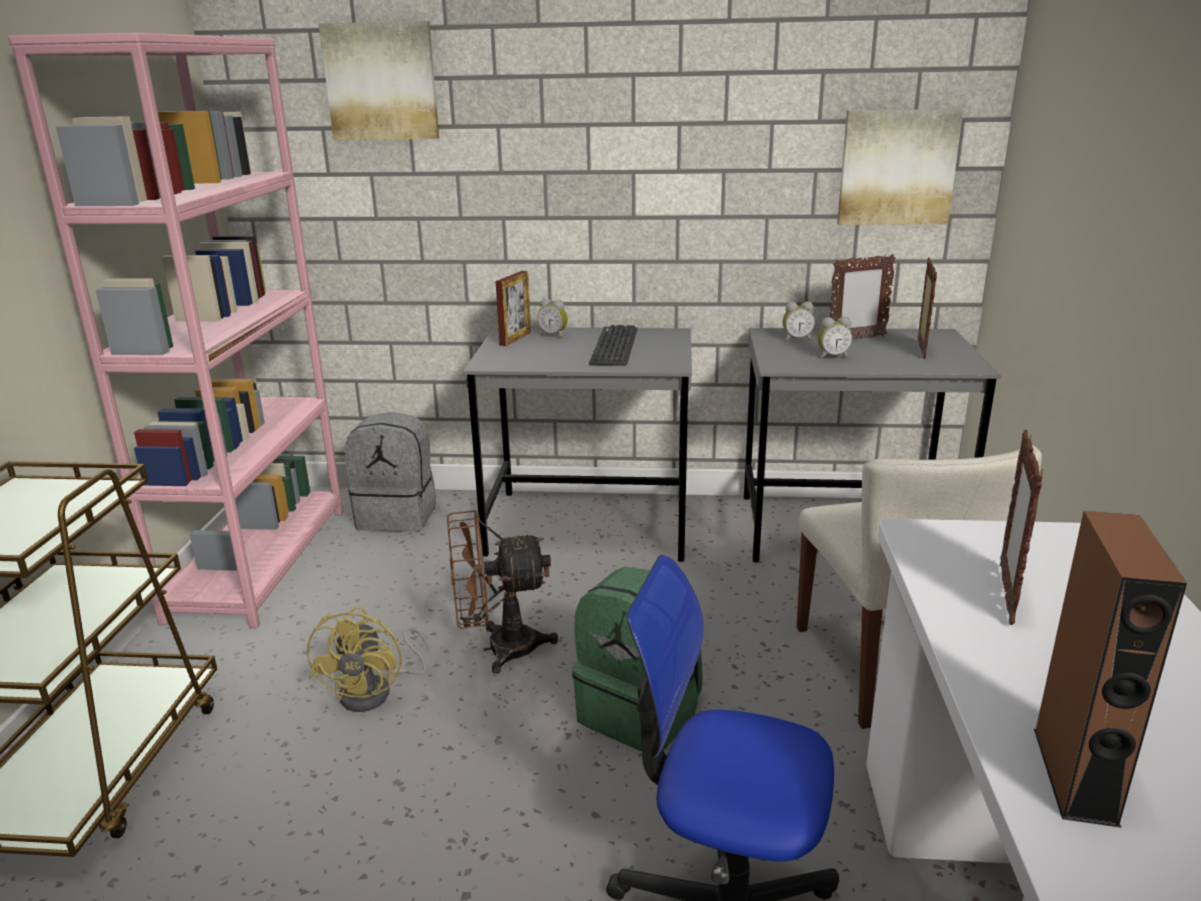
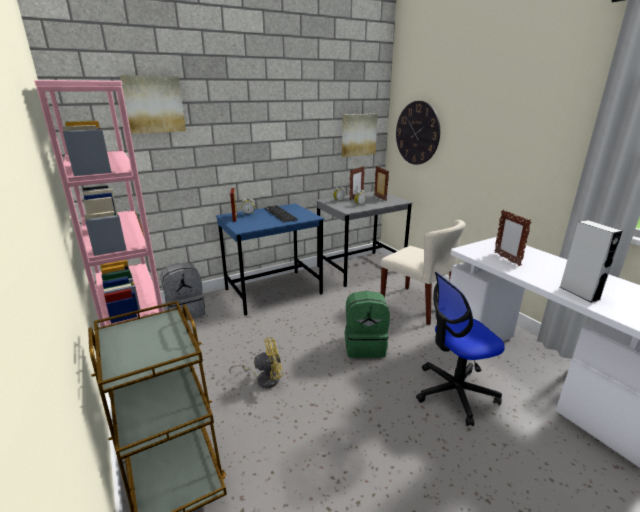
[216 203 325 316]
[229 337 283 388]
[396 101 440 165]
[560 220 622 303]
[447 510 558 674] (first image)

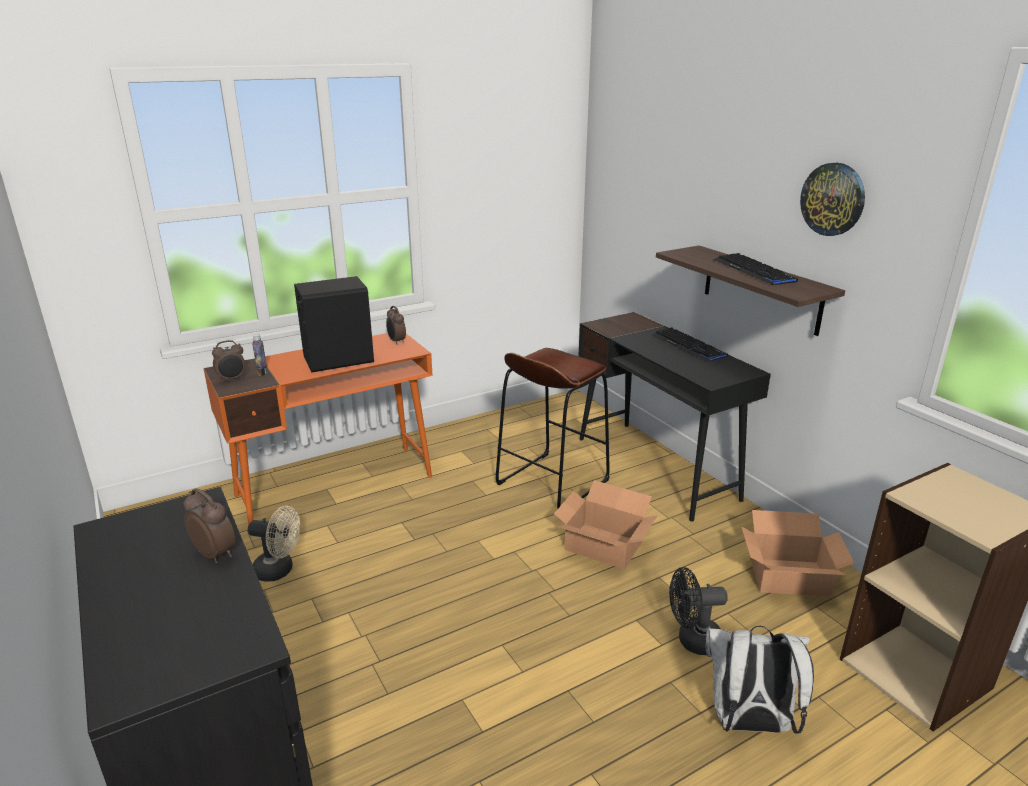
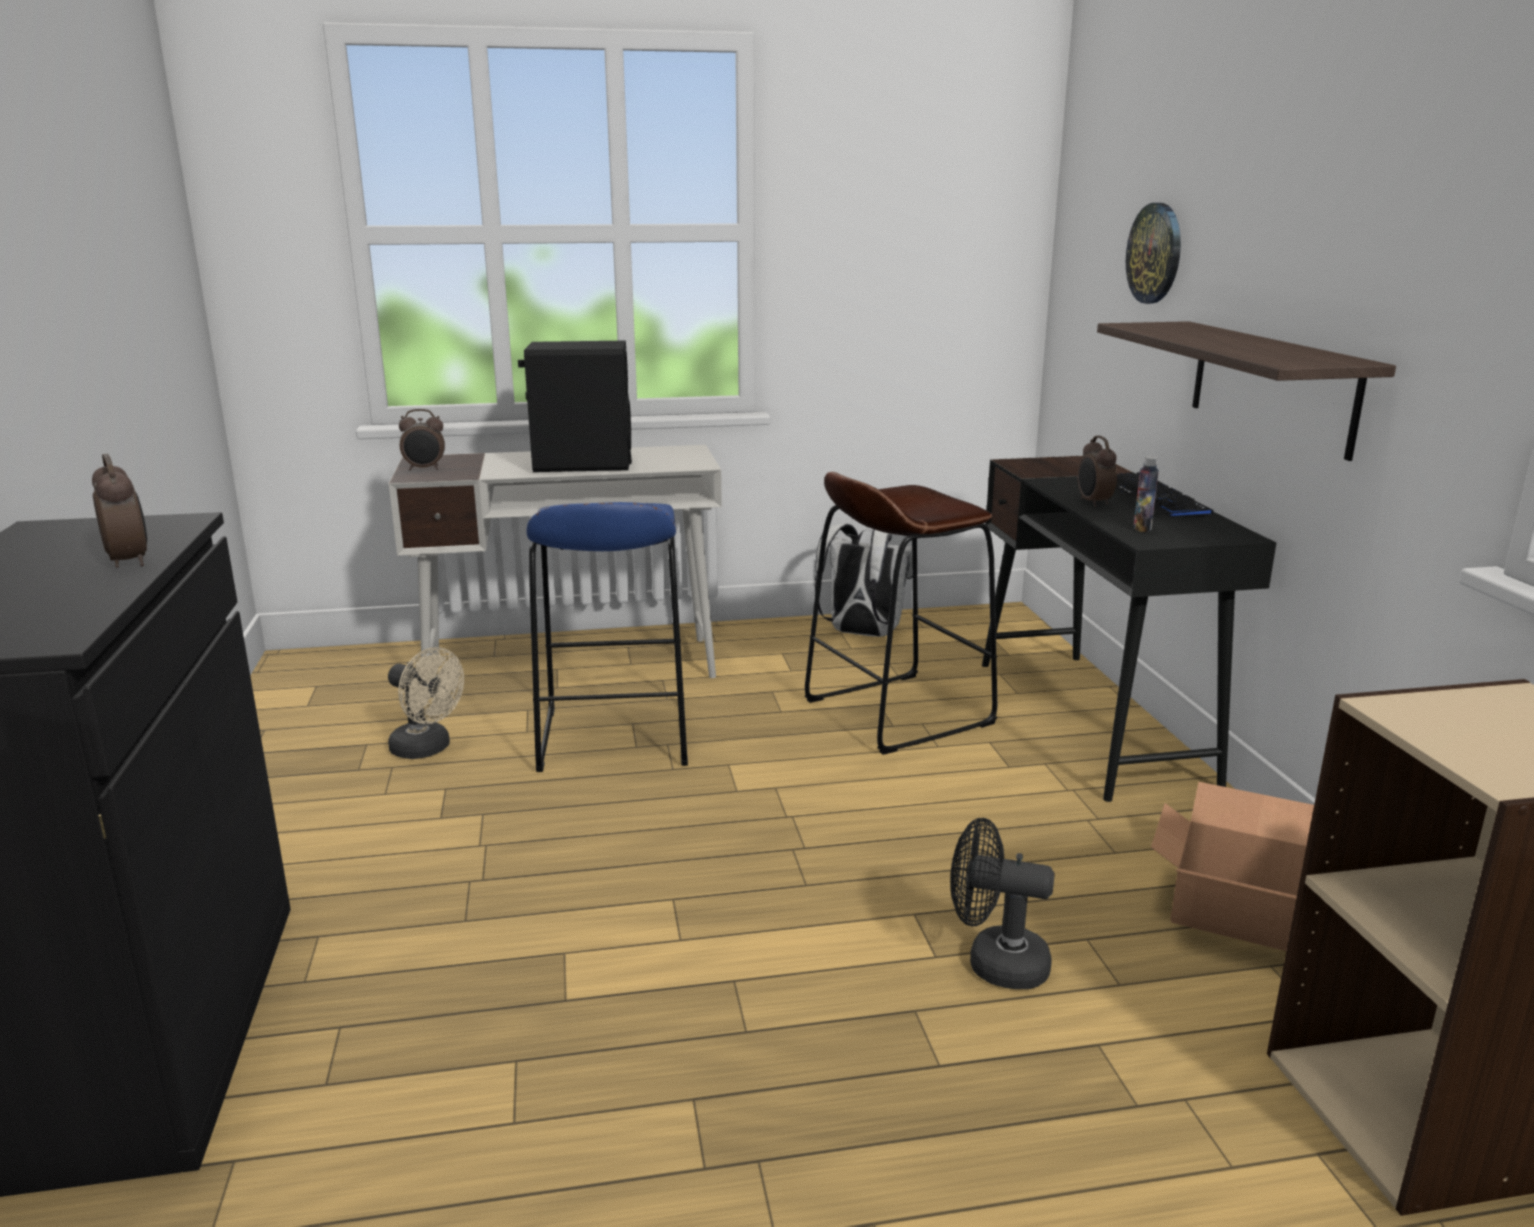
[389 445 722 678]
[527 502 688 772]
[815 524 912 637]
[1078 436 1117 507]
[1126 203 1181 304]
[1133 456 1159 532]
[554 480 658 569] (first image)
[713 253 798 285] (first image)

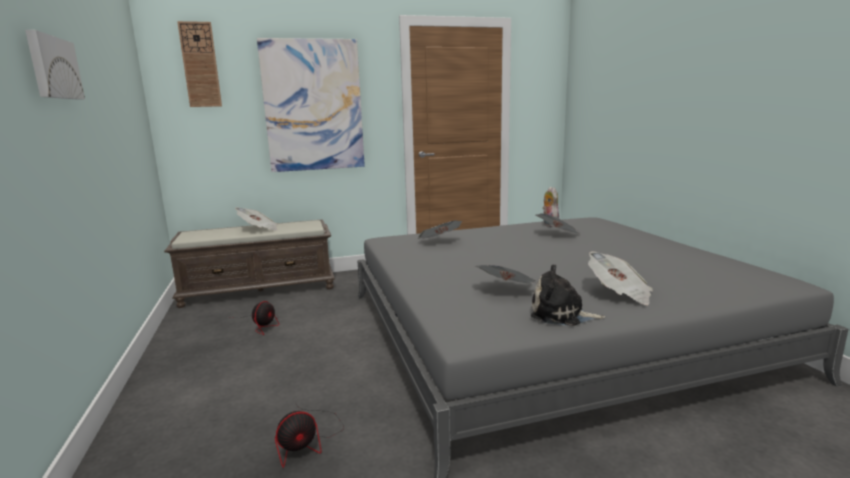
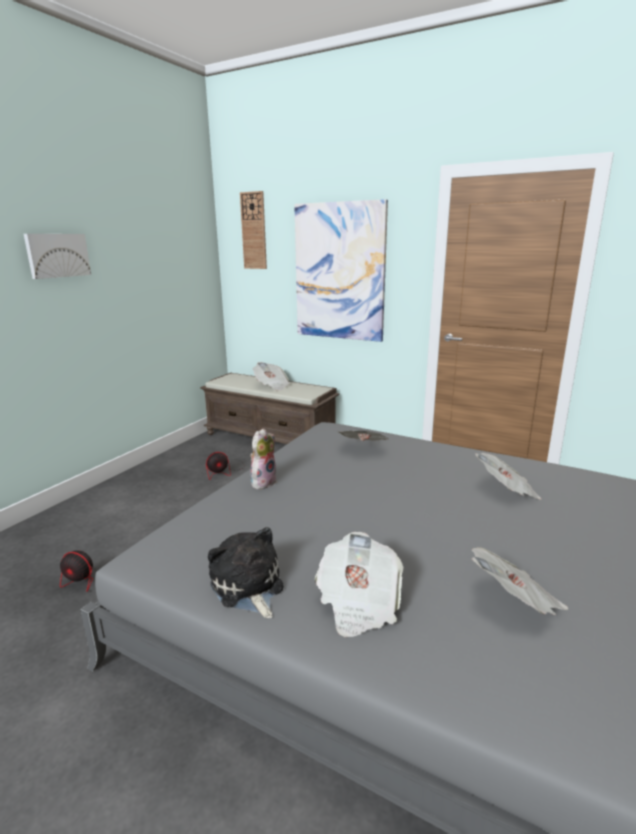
[250 428 277 490]
[471 547 568 615]

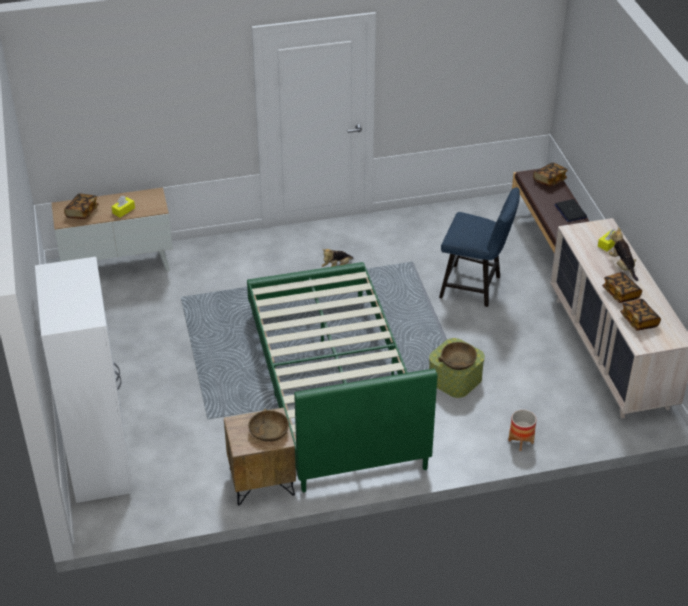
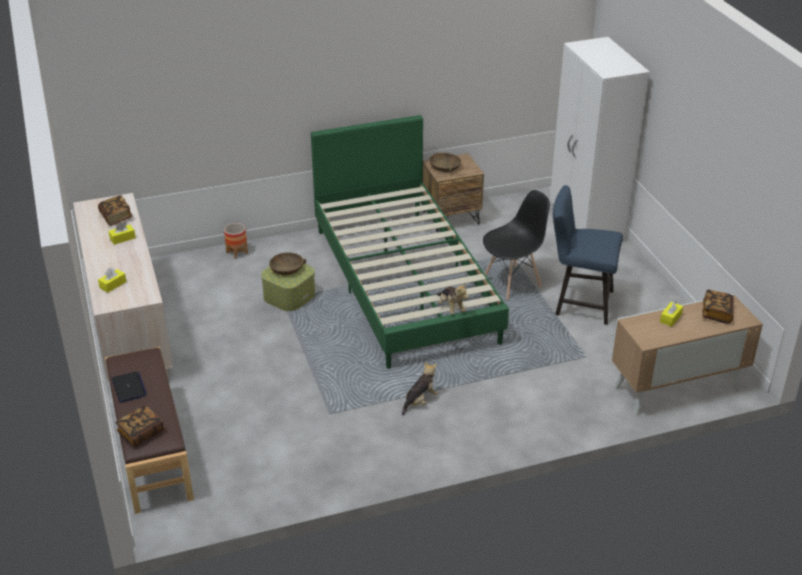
[109 223 136 245]
[436 282 469 314]
[483 190 550 300]
[553 185 623 325]

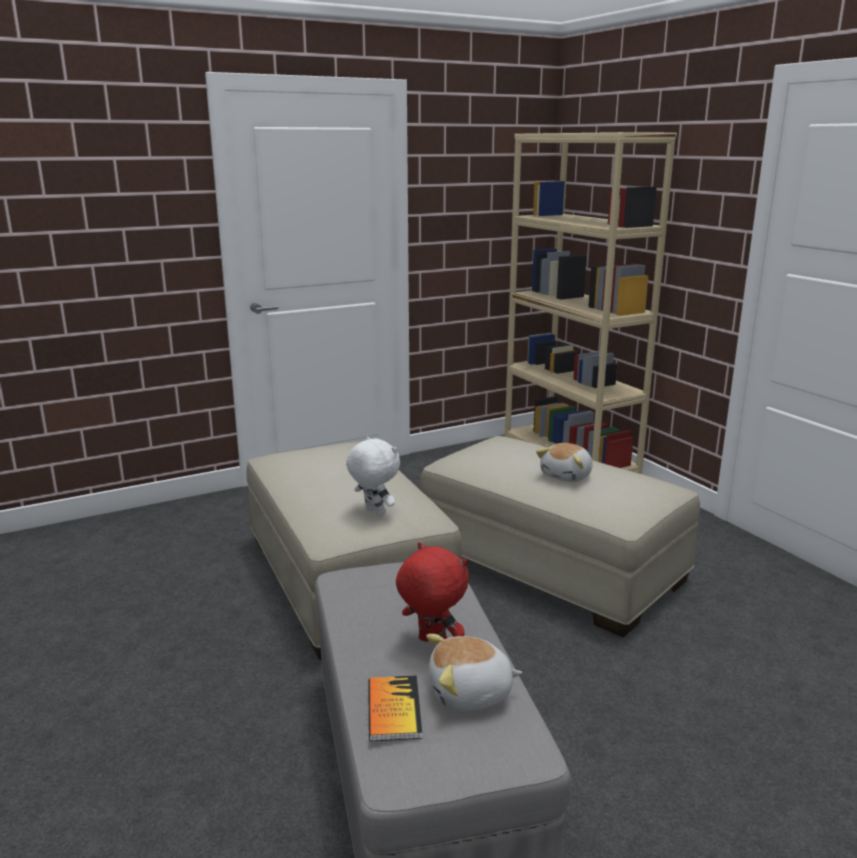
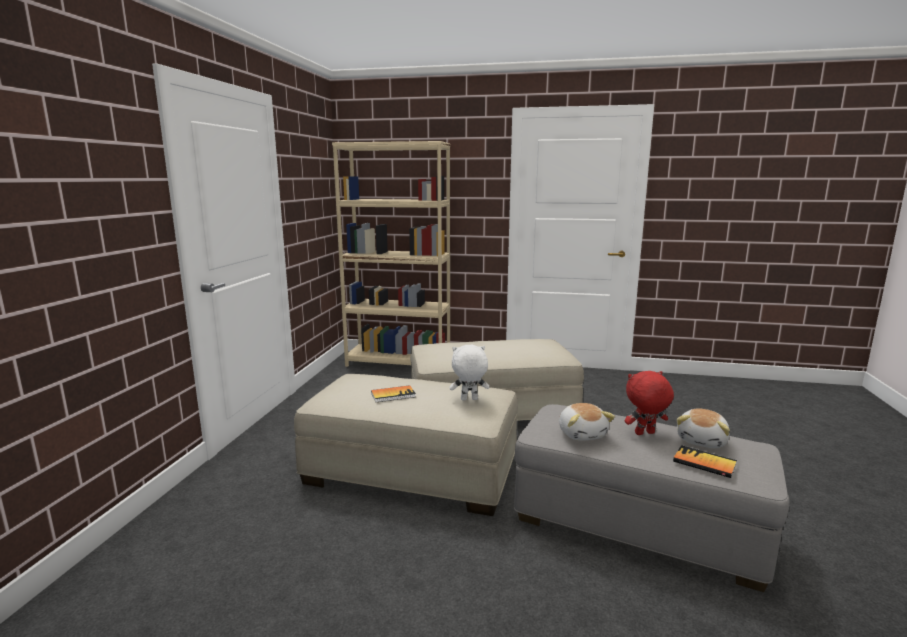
[371 385 416 402]
[559 403 615 441]

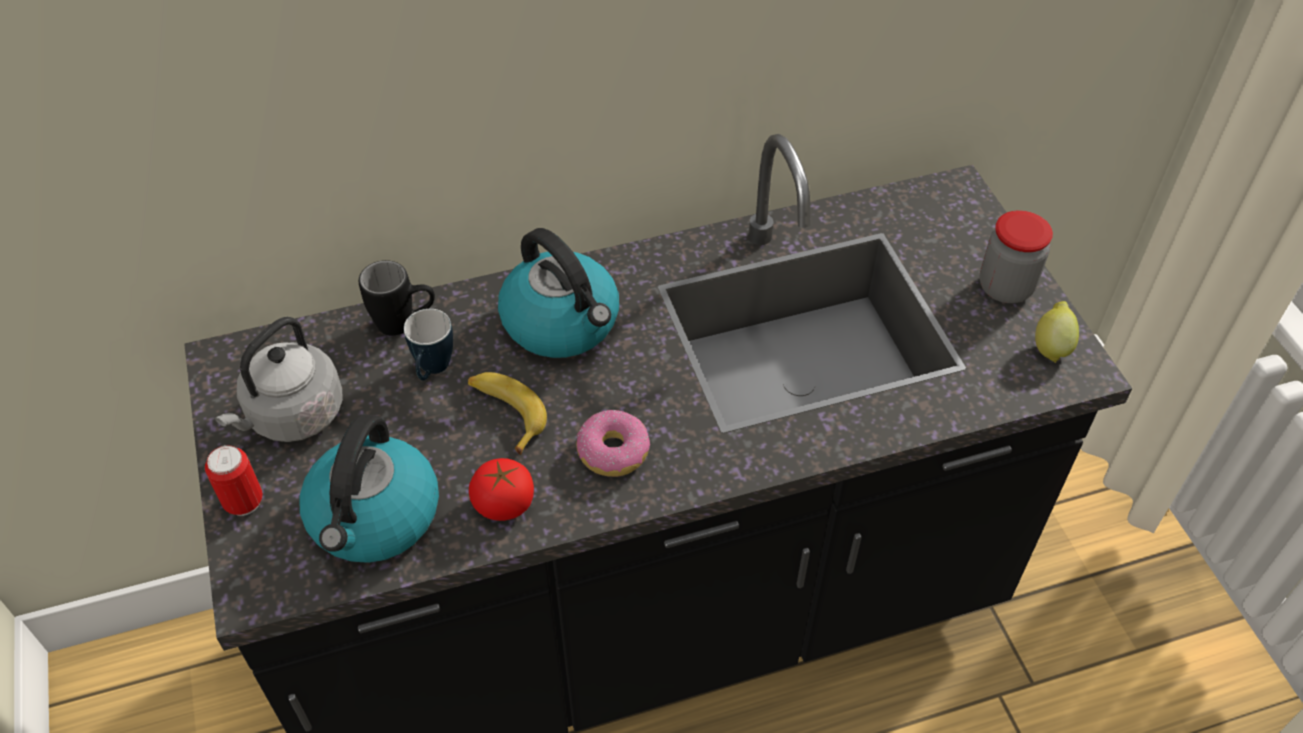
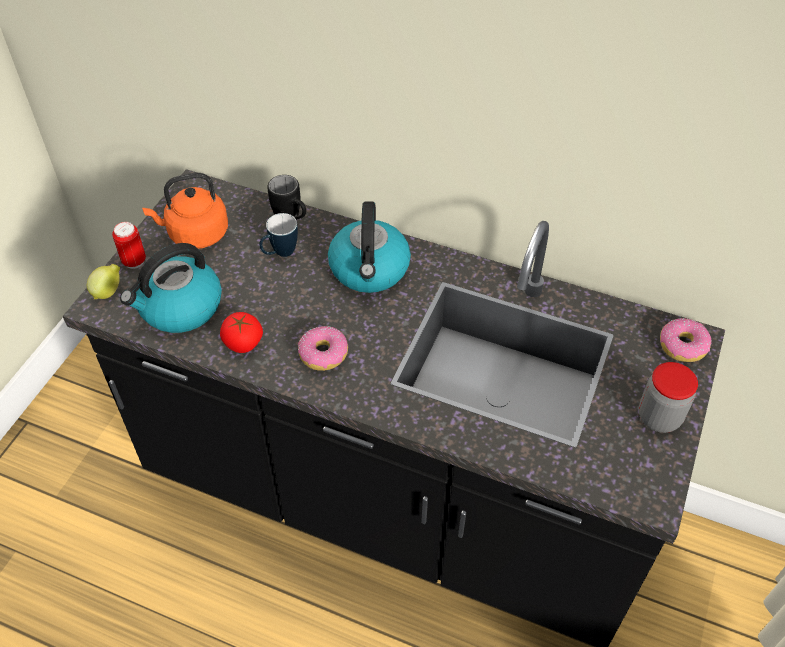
[87 264 120 299]
[142 173 228 249]
[660 318 711 362]
[468 372 547 455] (first image)

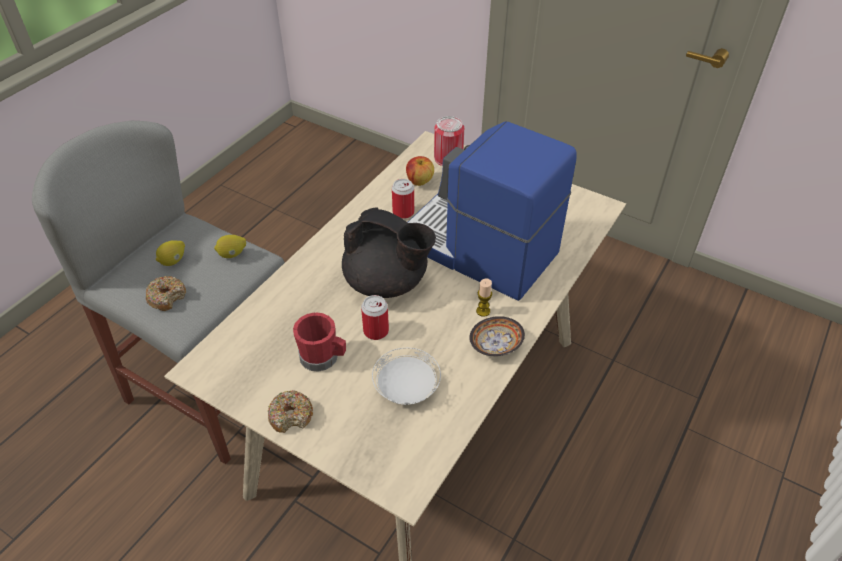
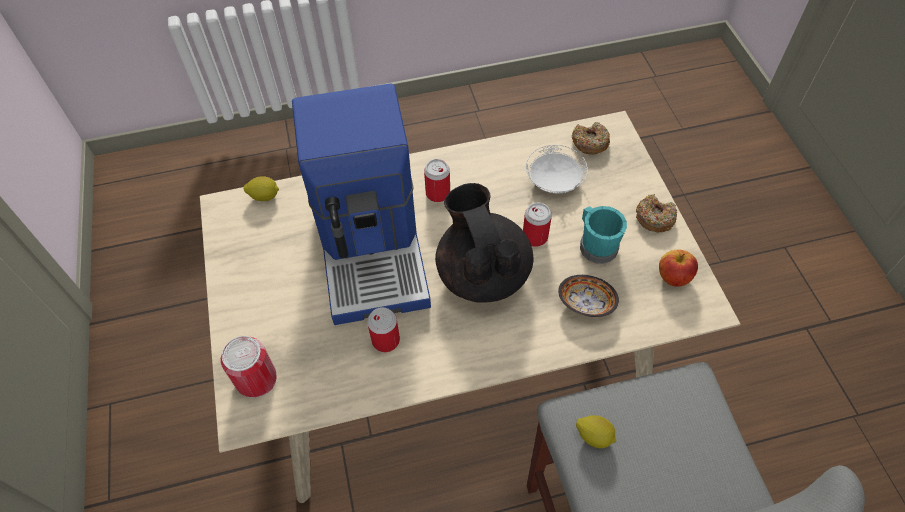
[243 176 279 201]
[424 159 450 202]
[558 275 619 317]
[572 122 610 154]
[580 206 627 264]
[659 249 698 287]

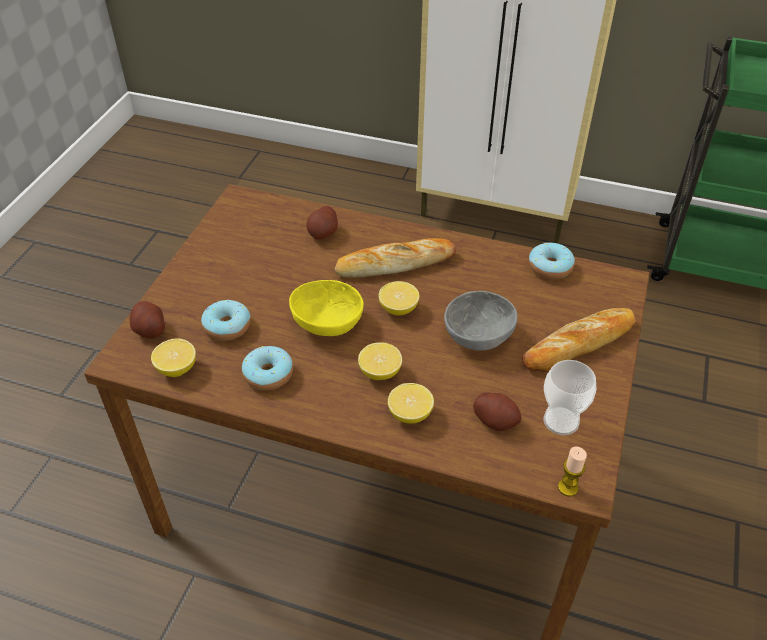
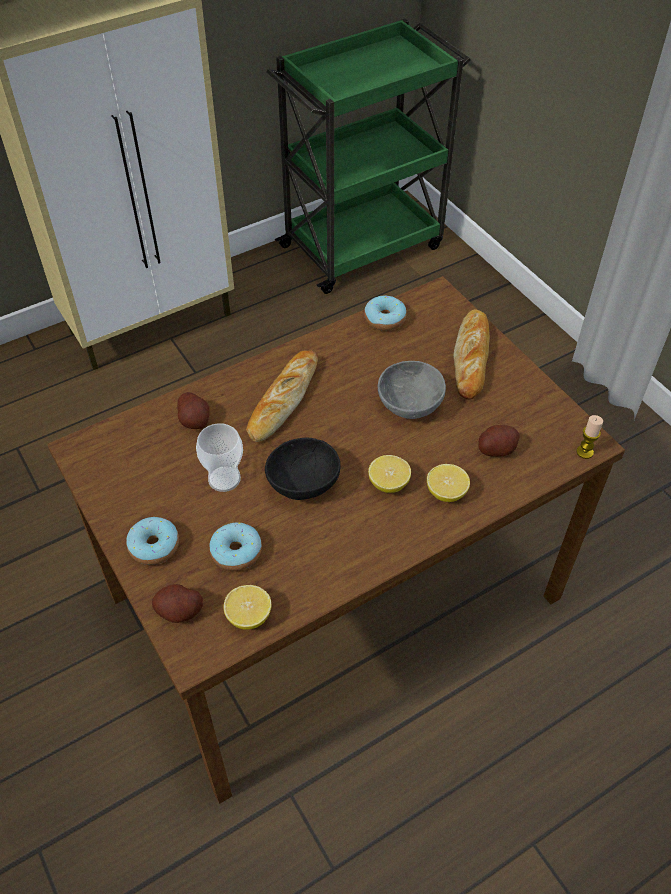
[126 517 179 565]
[196 423 243 492]
[265 437 341 500]
[379 281 419 315] (first image)

